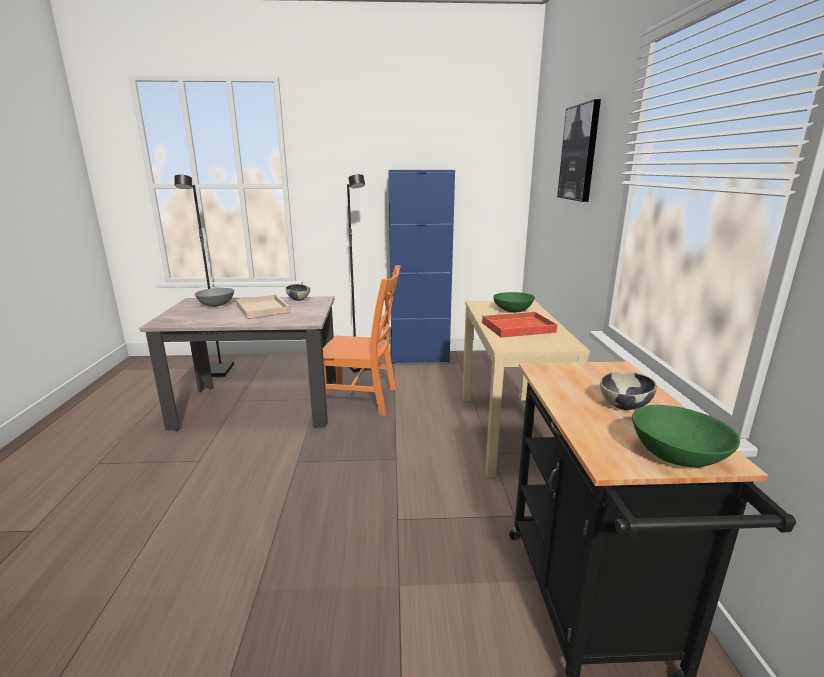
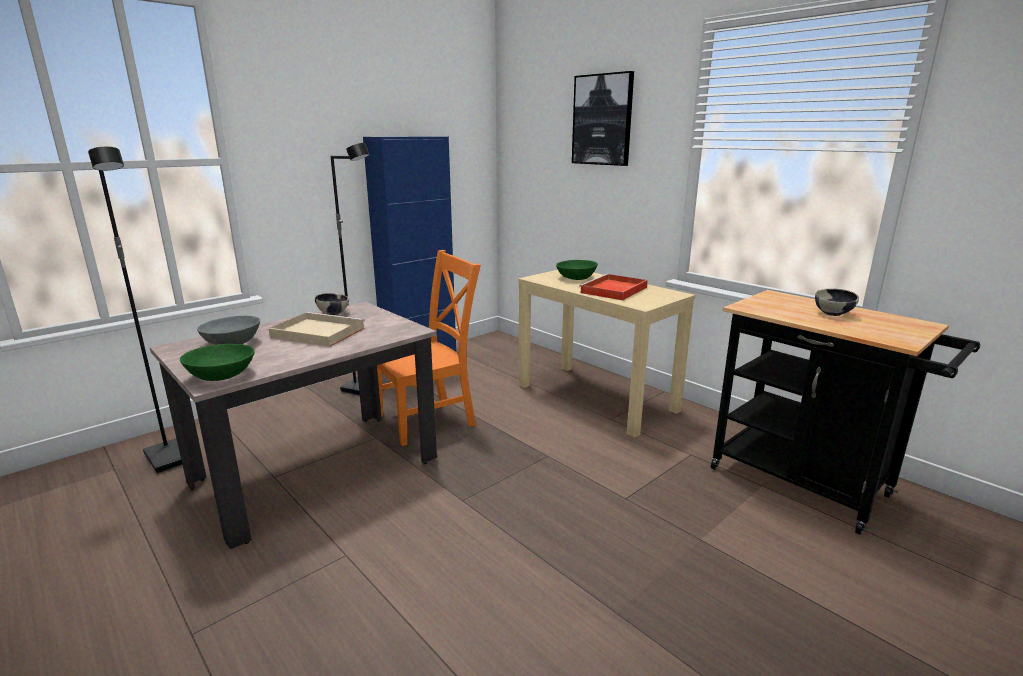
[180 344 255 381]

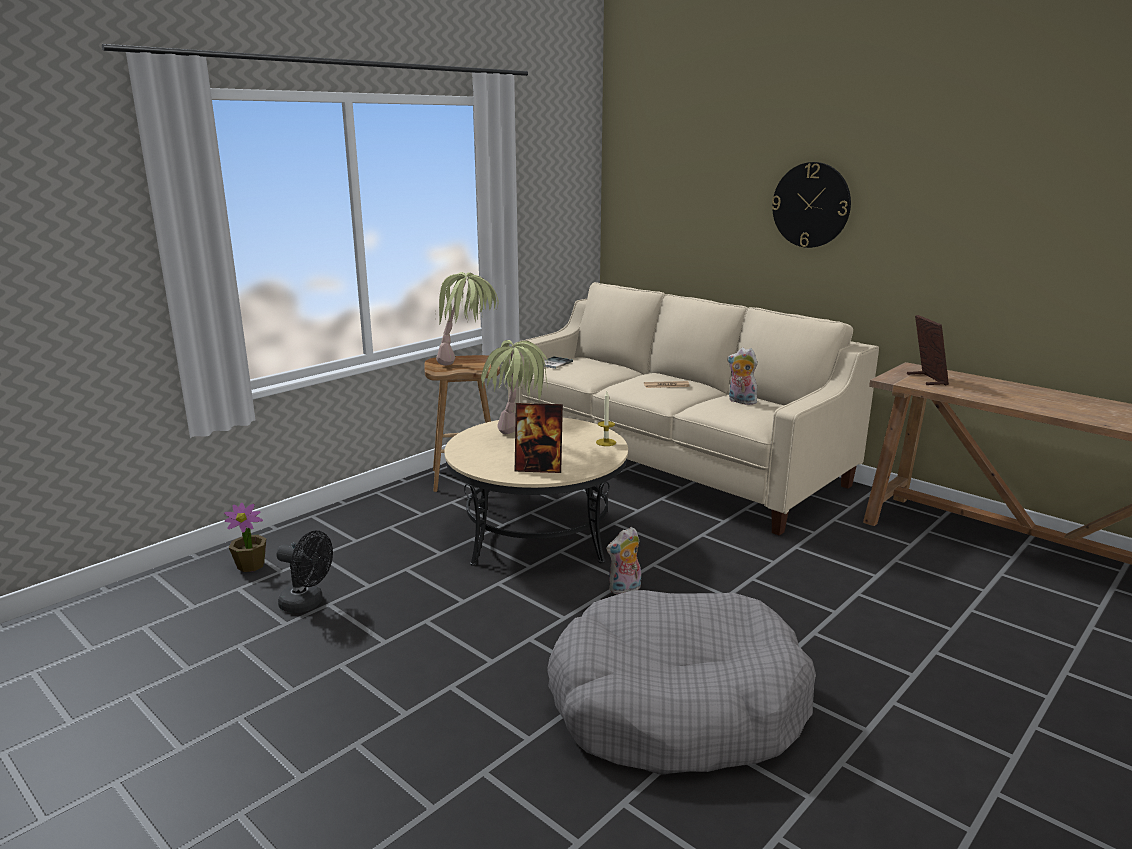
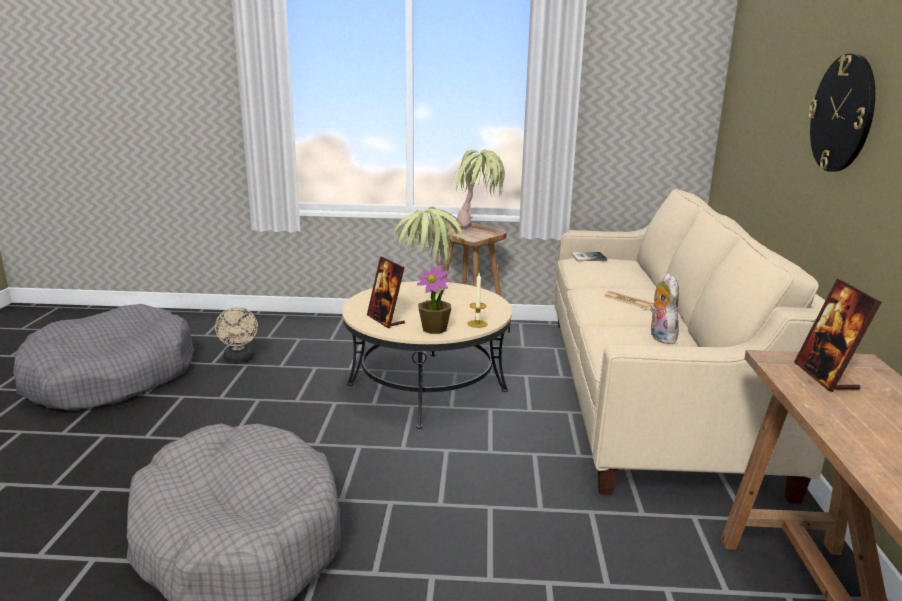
[13 304 194 411]
[215 307 258 363]
[417 266 451 334]
[794 279 882 392]
[606 527 641 594] (first image)

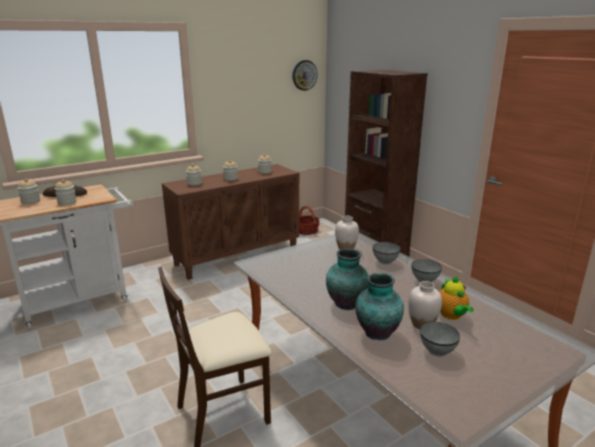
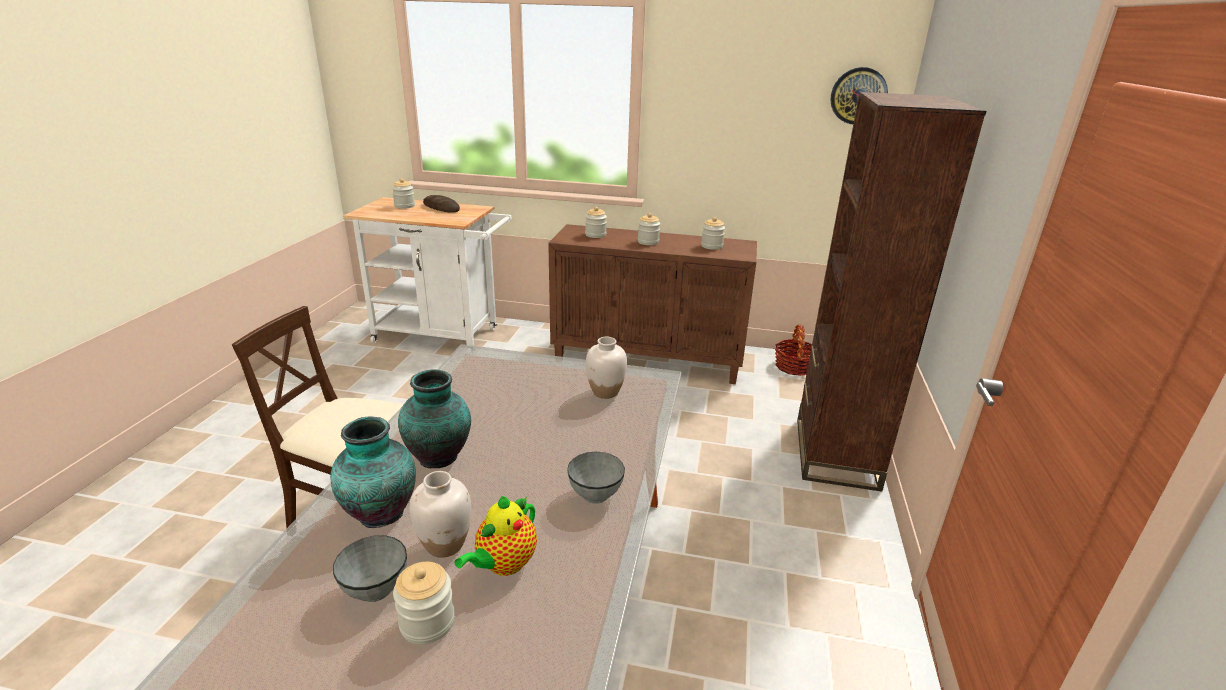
[393 562 455 644]
[373 242 400 265] (first image)

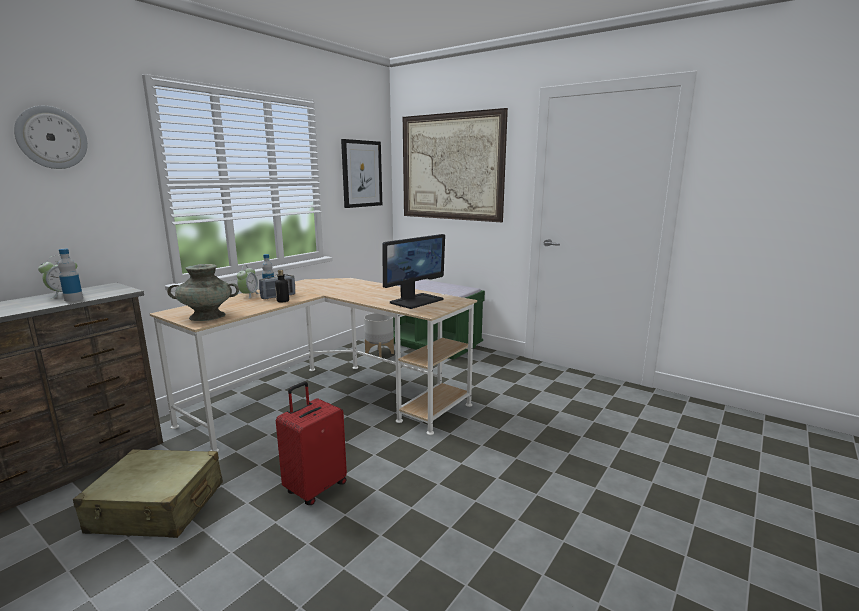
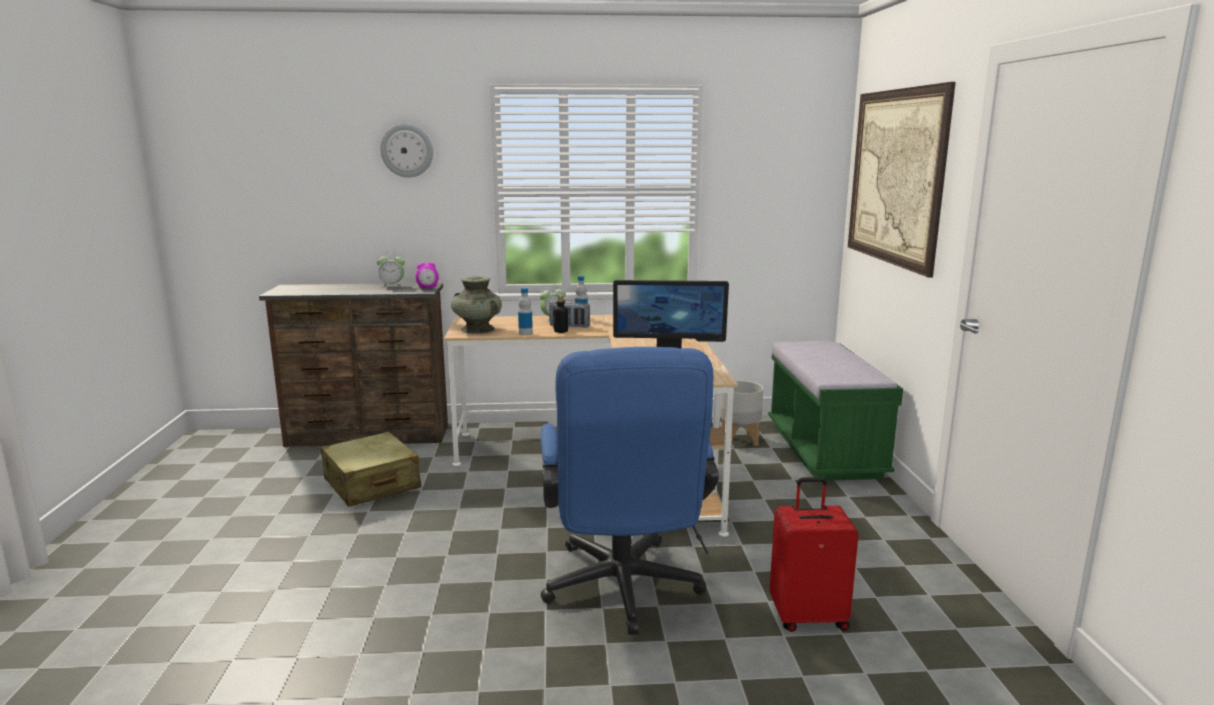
[415 262 439 288]
[518 288 533 336]
[541 347 719 635]
[769 477 859 632]
[341 139 382 208] (first image)

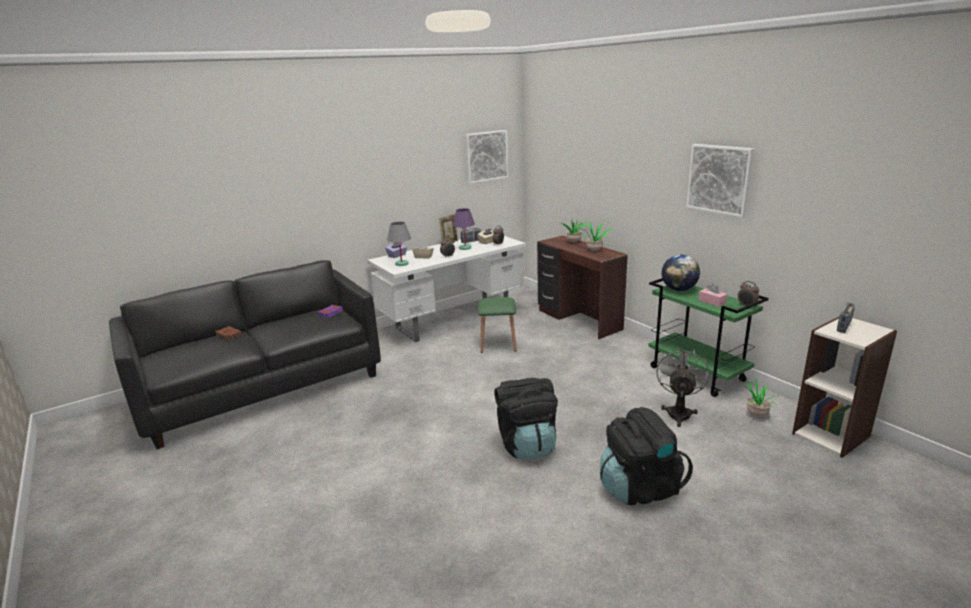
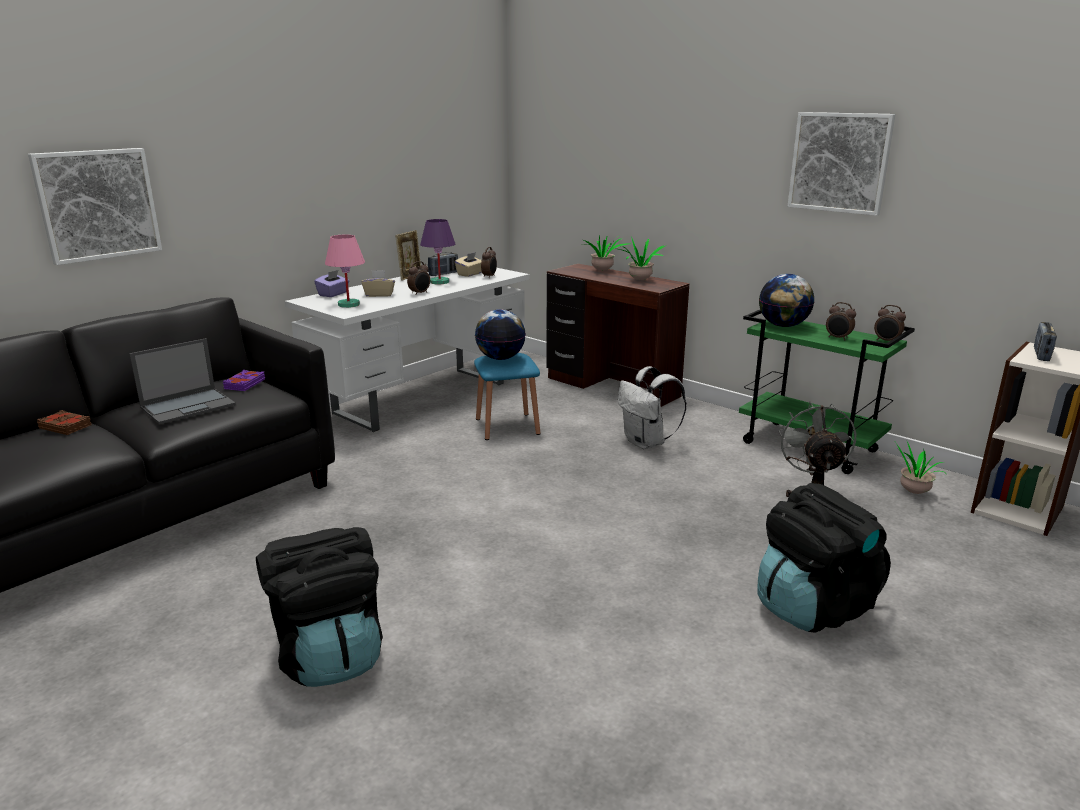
[28 148 162 265]
[129 338 236 424]
[256 527 383 687]
[325 235 365 308]
[474 353 540 440]
[475 309 526 360]
[618 366 687 449]
[826 302 856 340]

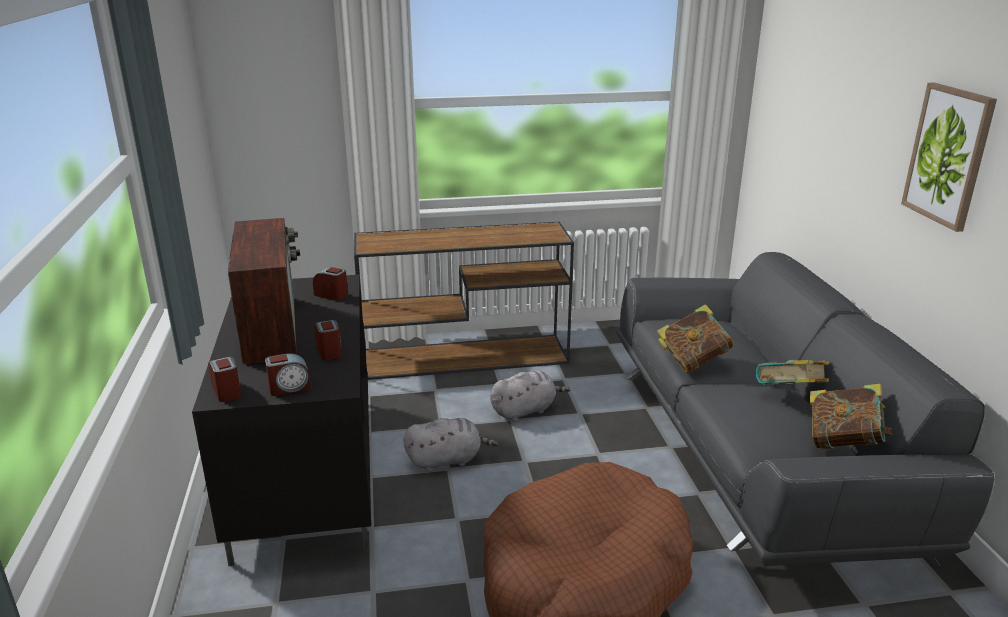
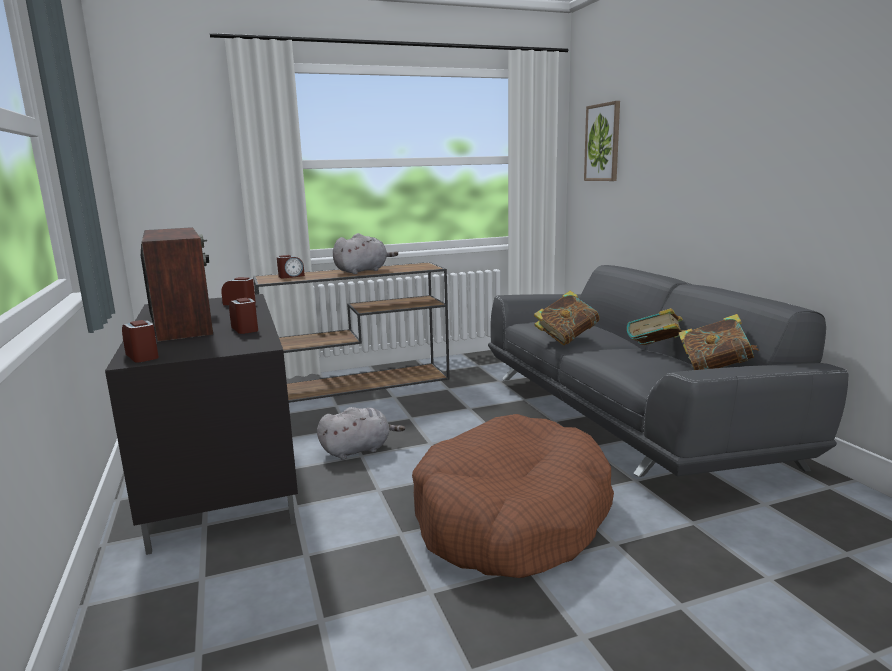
[277 255 305 278]
[333 233 398 274]
[584 101 620 181]

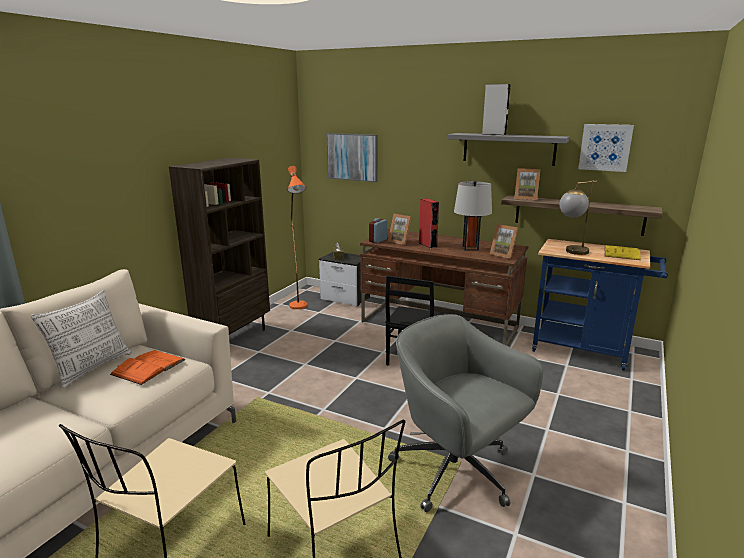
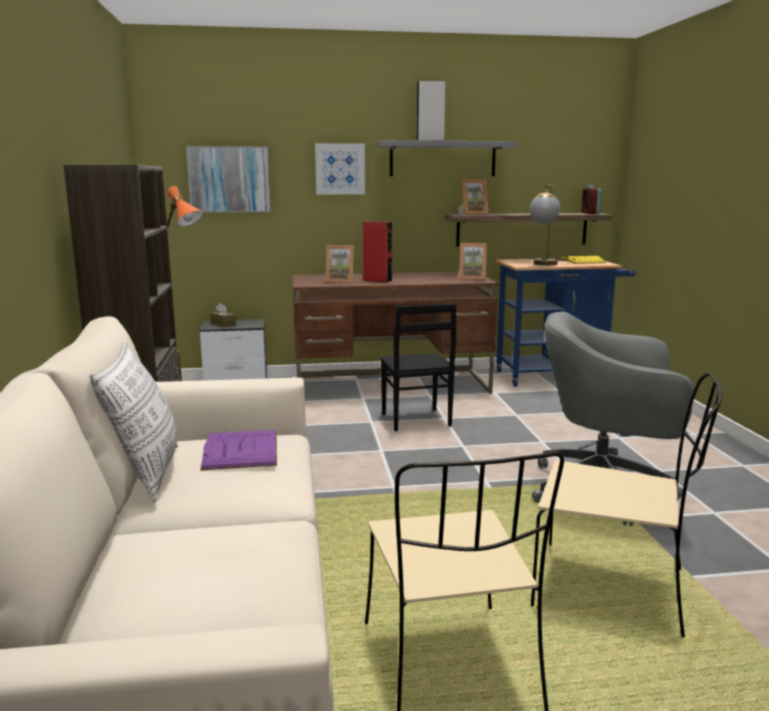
[200 430 277 470]
[315 143 365 195]
[581 186 602 214]
[454 180 492 251] (first image)

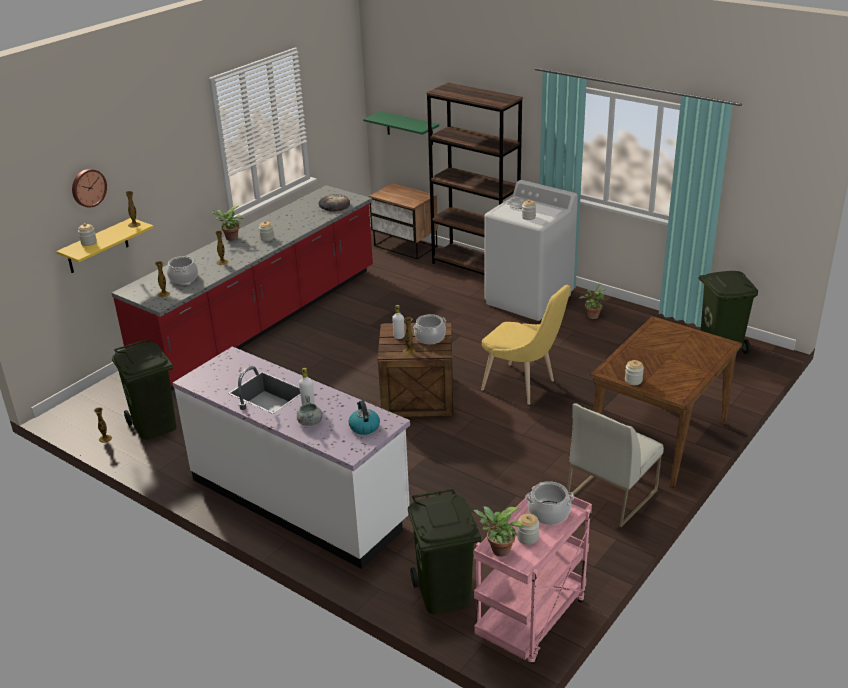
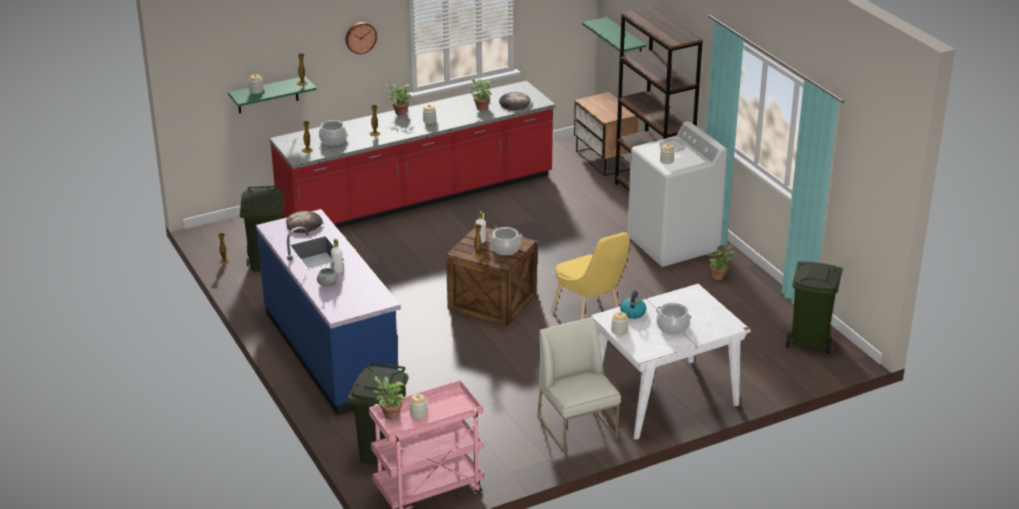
[228 76 317 113]
[256 209 401 416]
[286 211 323 233]
[345 22 377 54]
[469 78 492 111]
[537 317 621 453]
[590 284 751 440]
[620 290 646 319]
[656 303 692 335]

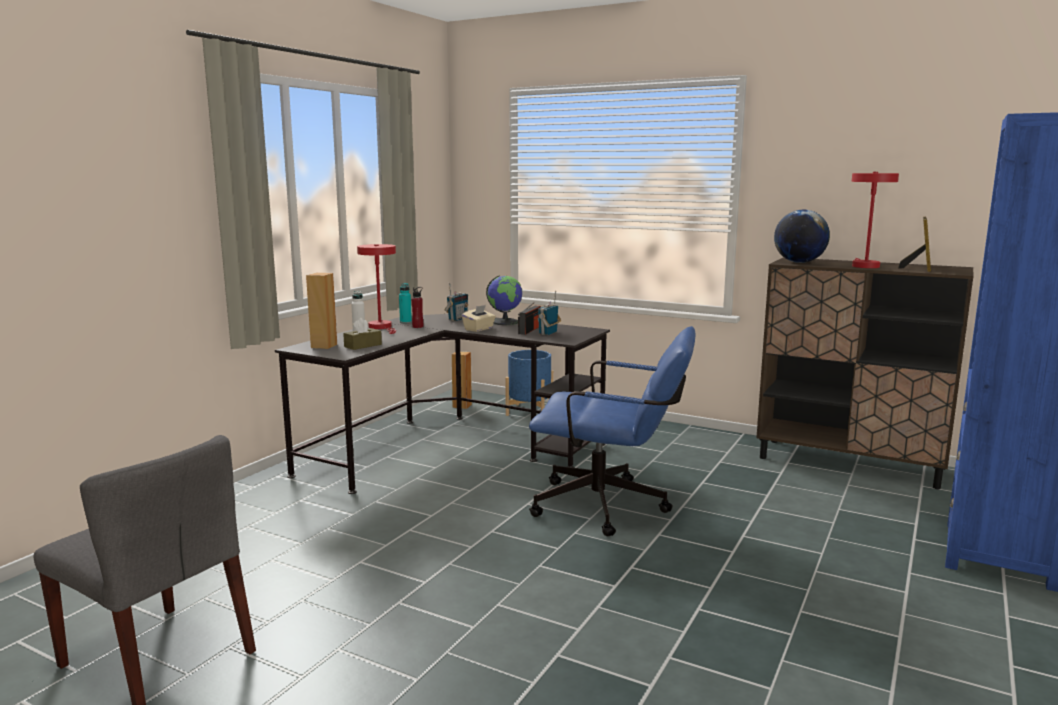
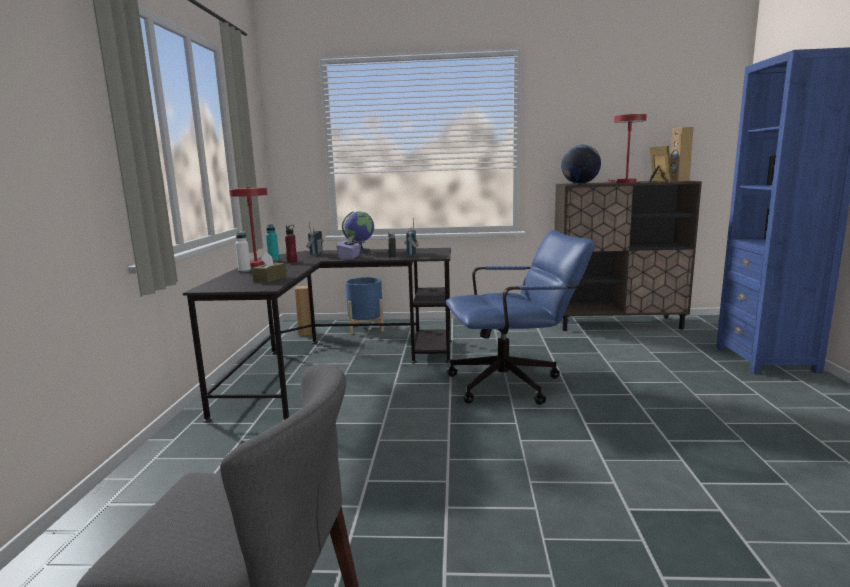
[336 236 361 259]
[670 127 694 181]

